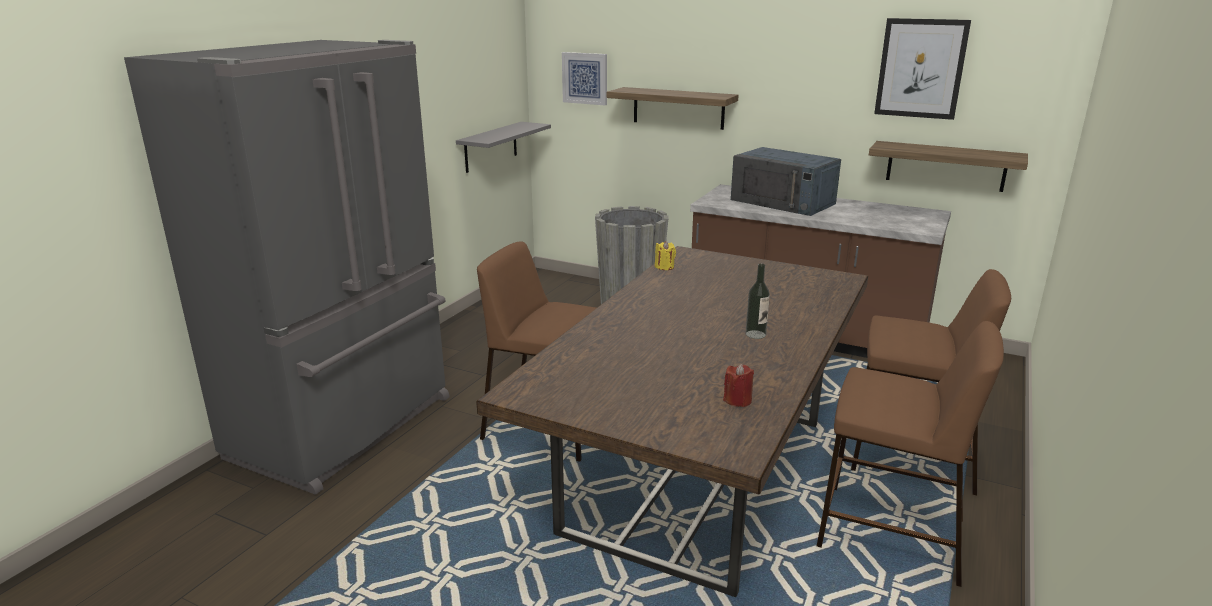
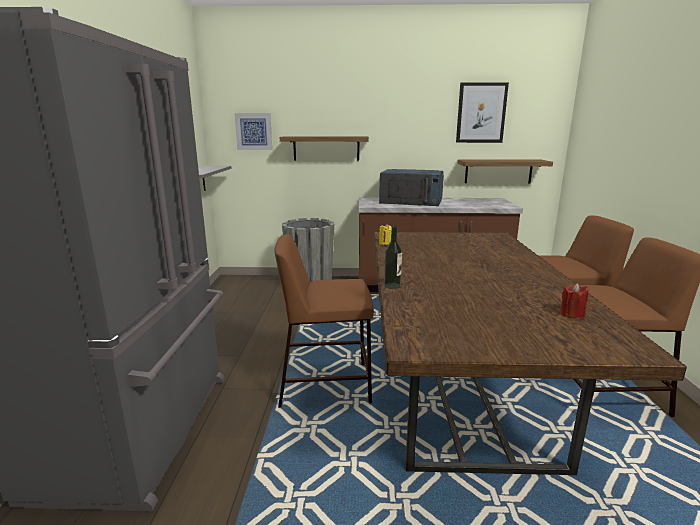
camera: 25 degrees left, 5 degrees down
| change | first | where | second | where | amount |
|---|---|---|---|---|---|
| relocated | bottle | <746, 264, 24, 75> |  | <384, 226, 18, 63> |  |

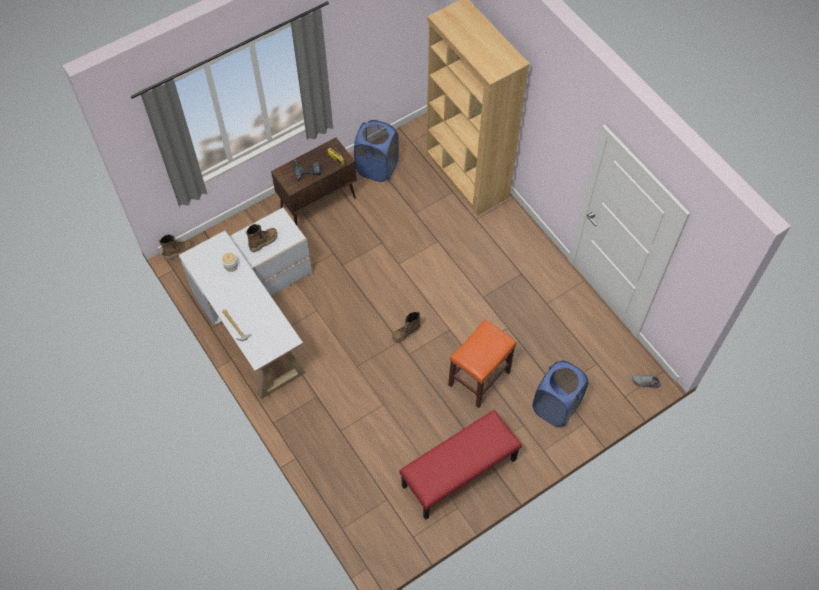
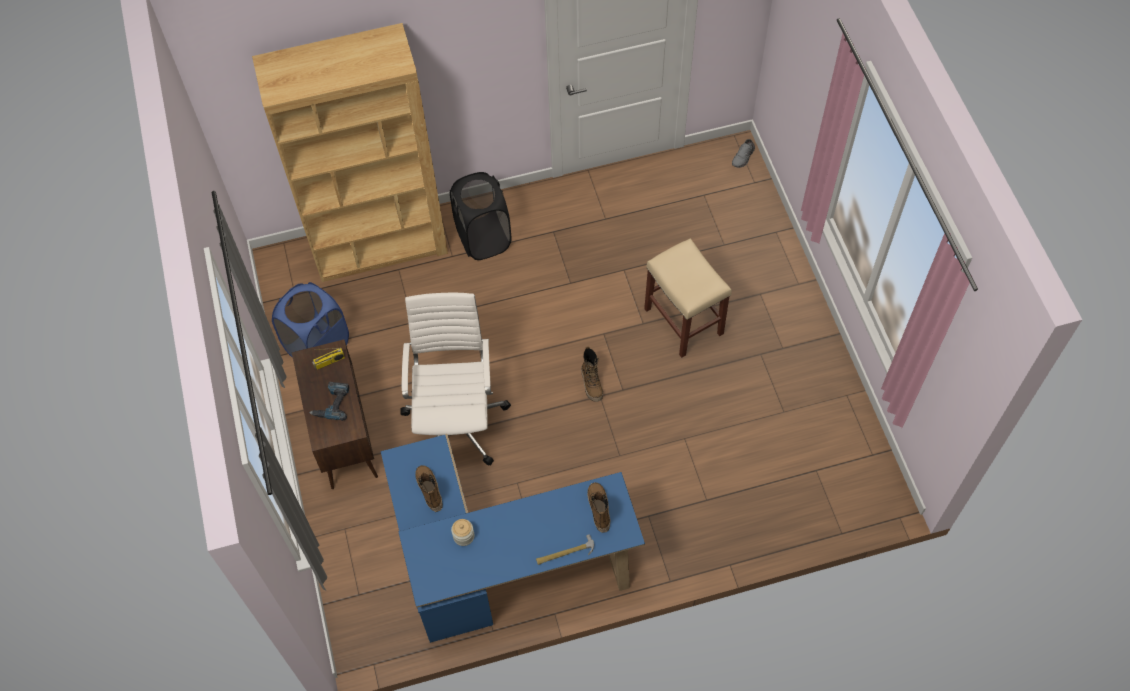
camera: 70 degrees left, 0 degrees up
| change | first | where | second | where | amount |
|---|---|---|---|---|---|
| colour | desk in white | <178, 208, 134, 191> | desk in blue | <381, 434, 264, 209> |  |
| appeared |  |  | office chair in white | <401, 292, 110, 174> |  |
| appeared |  |  | laundry basket in black | <450, 172, 62, 88> |  |
| relocated | boot | <159, 234, 34, 26> |  | <587, 482, 23, 51> |  |
| colour | stool in orange | <448, 319, 68, 89> | stool in beige | <644, 238, 88, 120> |  |
| missing | bench in red | <399, 410, 123, 110> |  |  |  |
| missing | laundry basket in blue | <532, 361, 57, 66> |  |  |  |

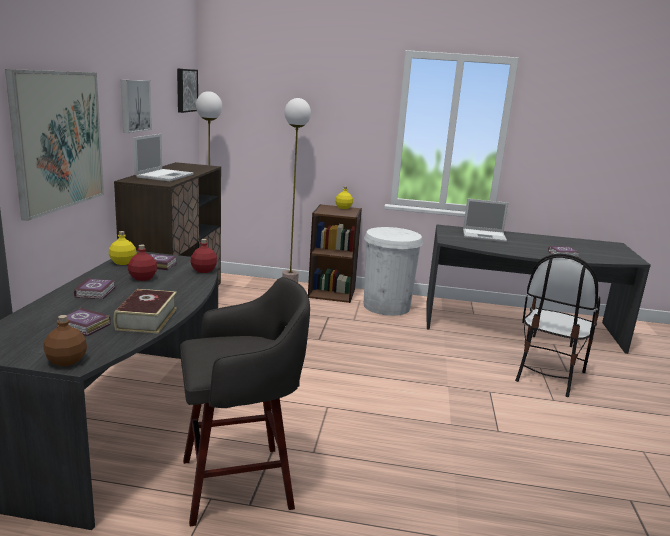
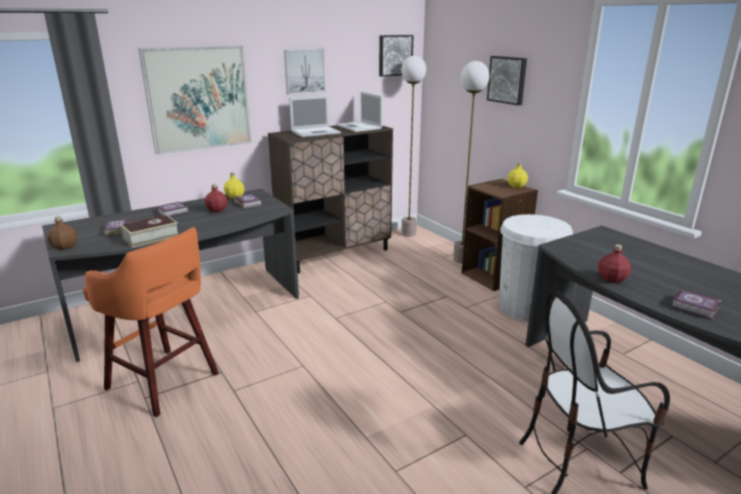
camera: 50 degrees right, 5 degrees up
| change | first | where | second | where | amount |
|---|---|---|---|---|---|
| colour | stool in grey | <180, 277, 130, 250> | stool in orange | <83, 227, 136, 190> |  |
| relocated | laptop | <463, 199, 45, 43> |  | <336, 92, 47, 40> |  |
| appeared |  |  | picture | <487, 56, 40, 49> |  |
| relocated | bottle in red | <190, 239, 27, 34> |  | <598, 245, 33, 38> |  |

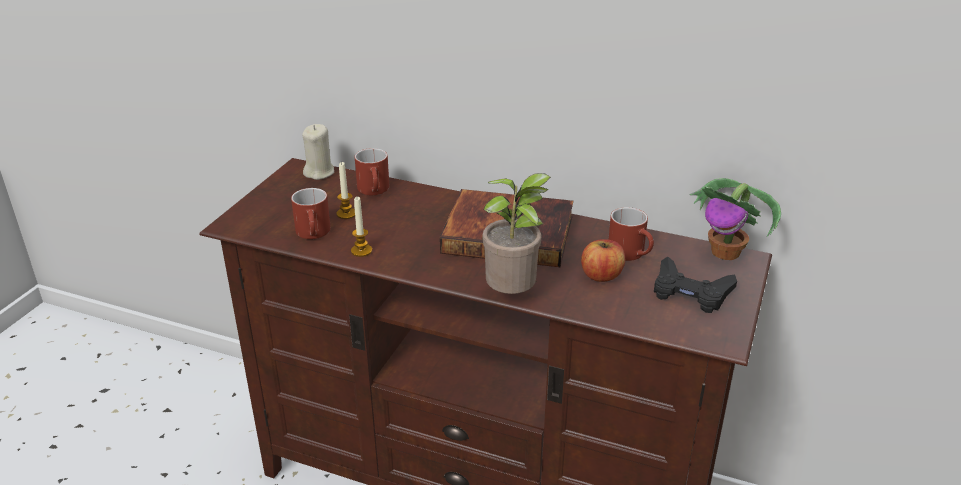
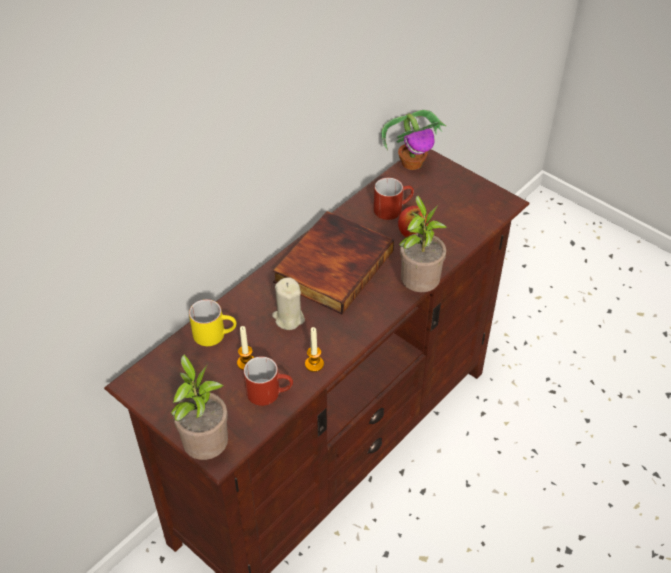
camera: 70 degrees left, 15 degrees up
| change | first | where | second | where | amount |
|---|---|---|---|---|---|
| appeared |  |  | potted plant | <171, 354, 57, 106> |  |
| colour | mug in red | <355, 148, 34, 47> | mug in yellow | <189, 299, 48, 47> |  |
| relocated | candle in beige | <302, 124, 32, 56> |  | <272, 277, 33, 53> |  |
| missing | game controller in black | <654, 256, 83, 57> |  |  |  |

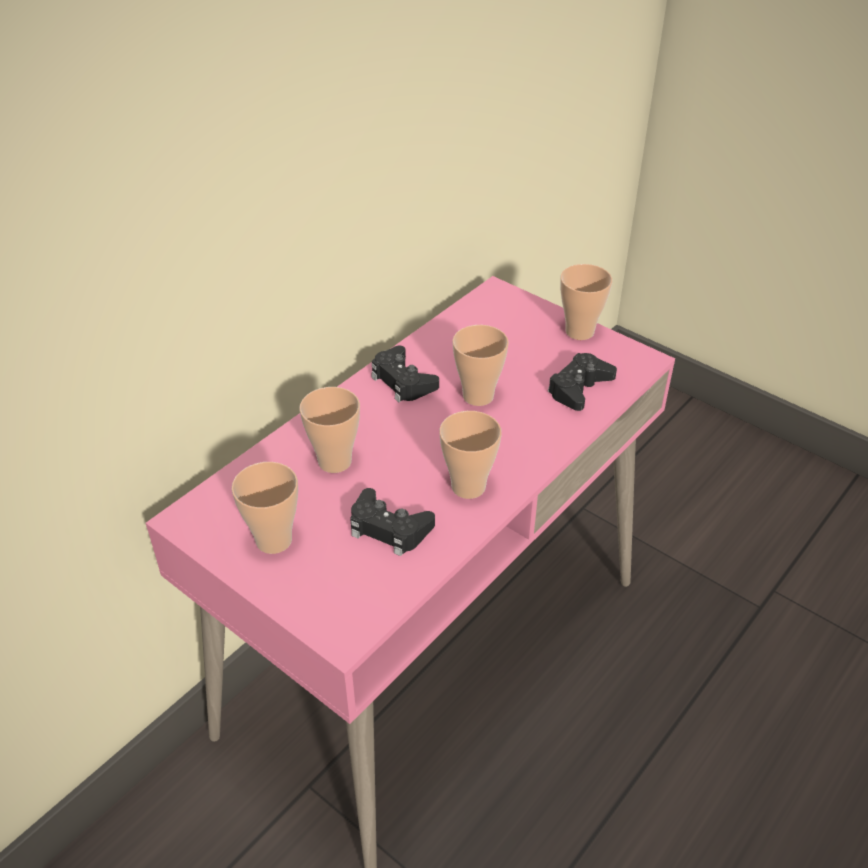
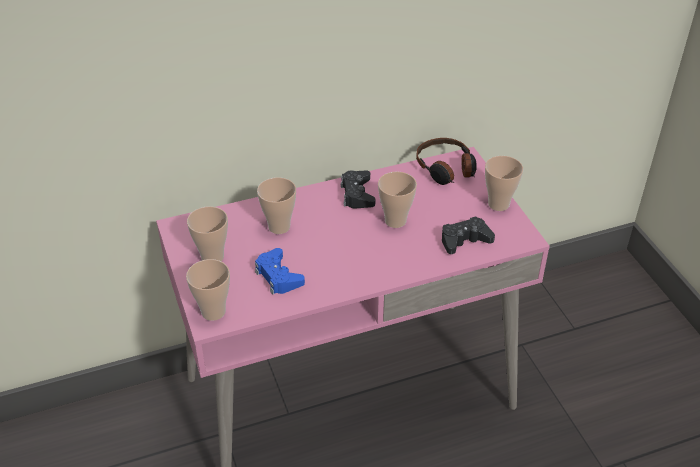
camera: 30 degrees right, 0 degrees up
| change | first | where | second | where | amount |
|---|---|---|---|---|---|
| relocated | cup | <439, 411, 63, 88> |  | <186, 259, 44, 62> |  |
| colour | game controller in black | <350, 488, 85, 68> | game controller in blue | <255, 248, 50, 46> |  |
| appeared |  |  | headphones | <416, 138, 61, 47> |  |

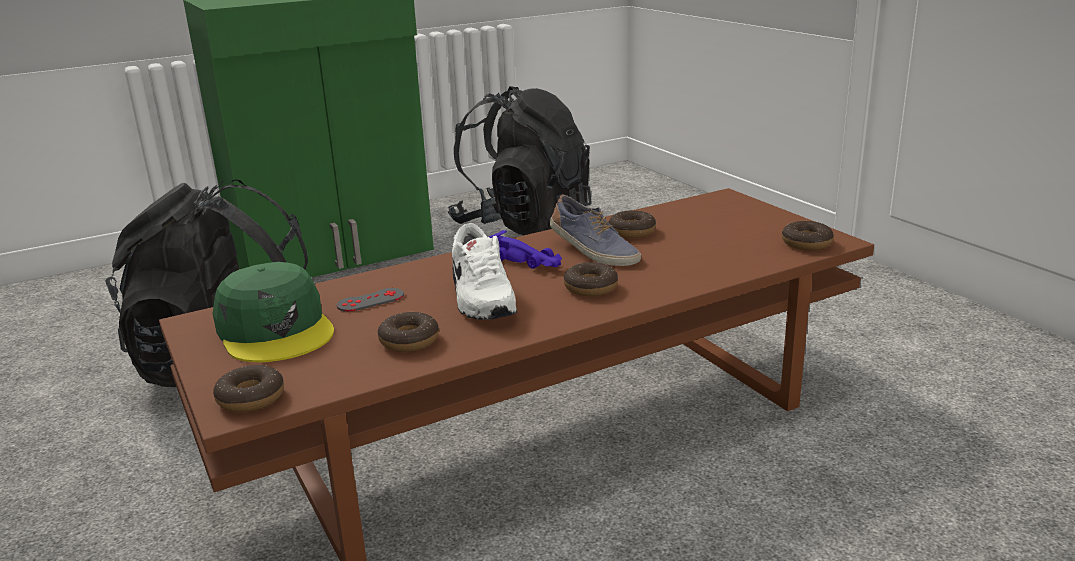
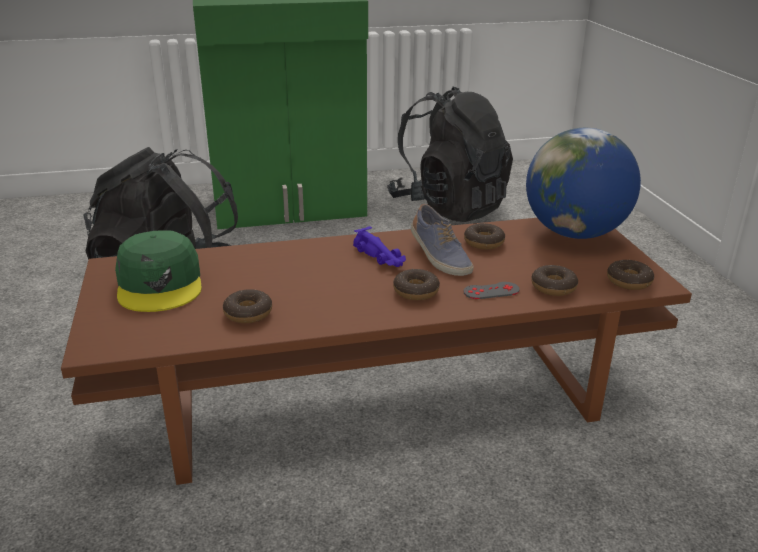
camera: 15 degrees right, 5 degrees up
| change | first | where | second | where | amount |
|---|---|---|---|---|---|
| relocated | game controller in grey | <337, 288, 67, 24> |  | <464, 282, 56, 17> |  |
| appeared |  |  | globe | <526, 128, 115, 111> |  |
| relocated | donut | <213, 365, 71, 47> |  | <531, 265, 47, 31> |  |
| missing | shoe in white | <452, 223, 65, 97> |  |  |  |

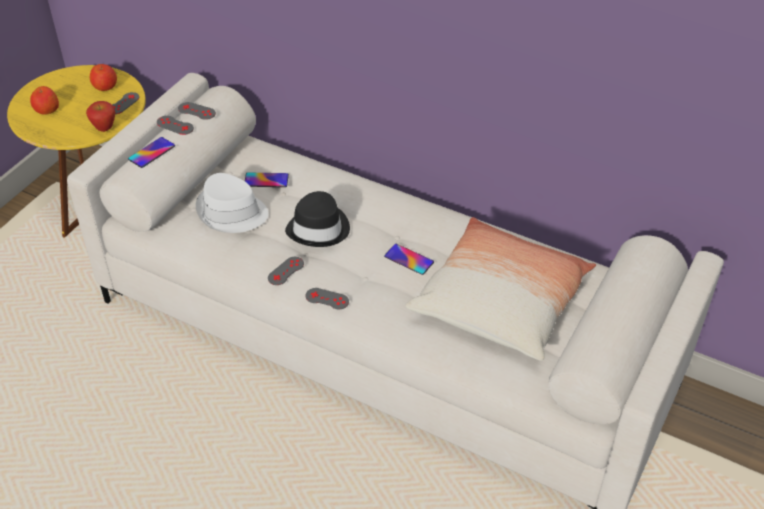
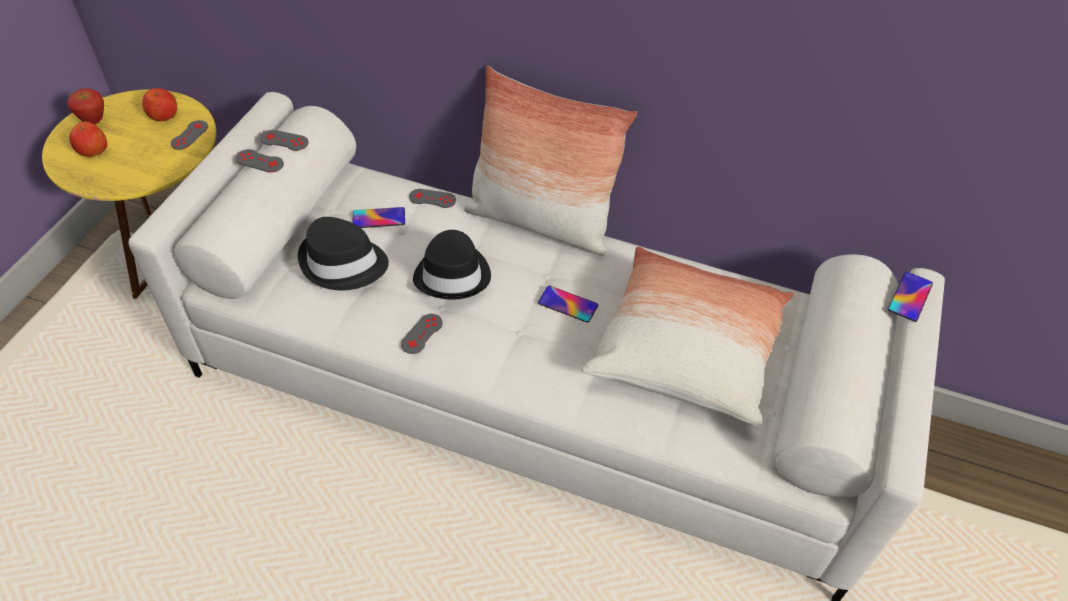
camera: 10 degrees left, 5 degrees up
| change | first | where | second | where | amount |
|---|---|---|---|---|---|
| relocated | apple | <86, 101, 30, 31> |  | <67, 88, 37, 36> |  |
| colour | hat in white | <196, 173, 73, 60> | hat in black | <298, 217, 91, 73> |  |
| relocated | game controller in grey | <306, 288, 43, 22> |  | <409, 189, 47, 19> |  |
| appeared |  |  | pillow | <464, 66, 173, 189> |  |
| relocated | phone | <128, 137, 47, 31> |  | <888, 272, 45, 50> |  |

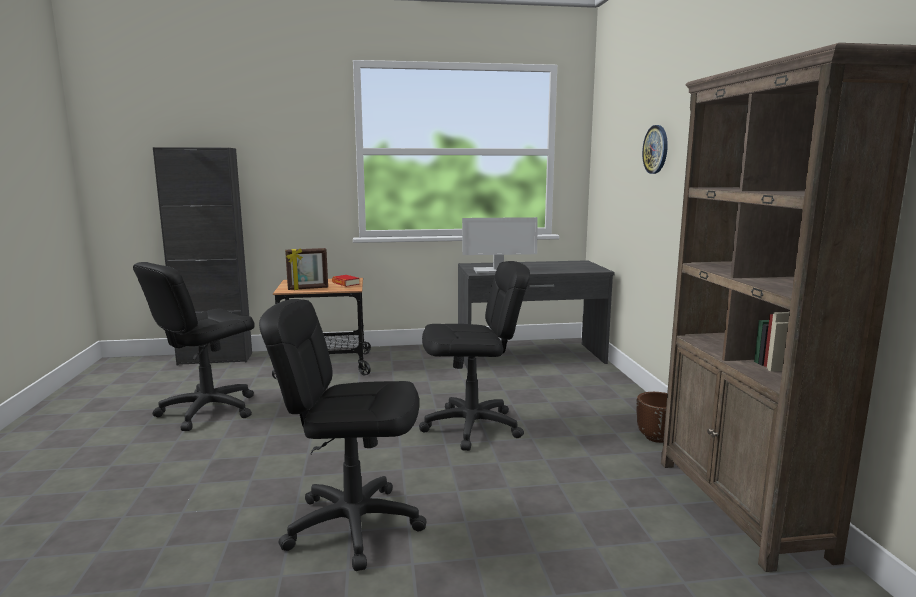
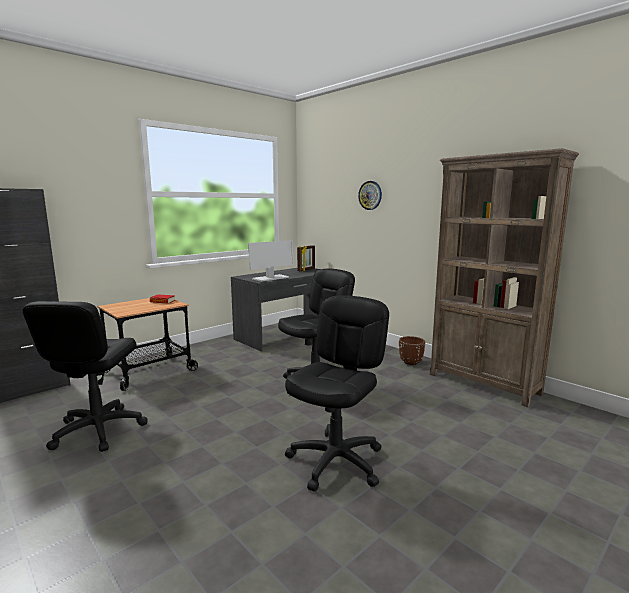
camera: 35 degrees left, 0 degrees up
| change | first | where | second | where | amount |
|---|---|---|---|---|---|
| spun | office chair in black | <259, 299, 168, 272> |  | <285, 296, 104, 195> | 150 degrees clockwise |
| relocated | picture frame | <285, 248, 43, 42> |  | <297, 245, 18, 26> |  |

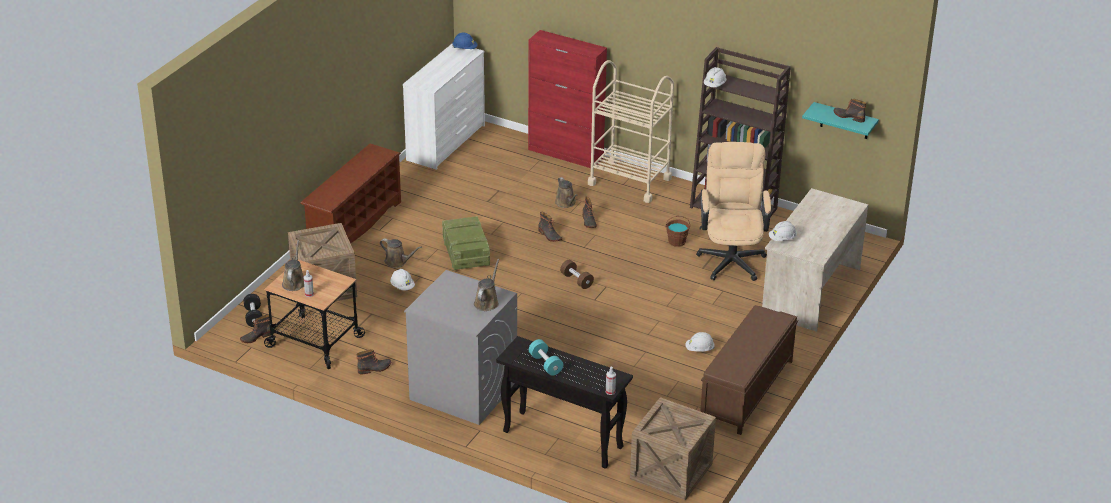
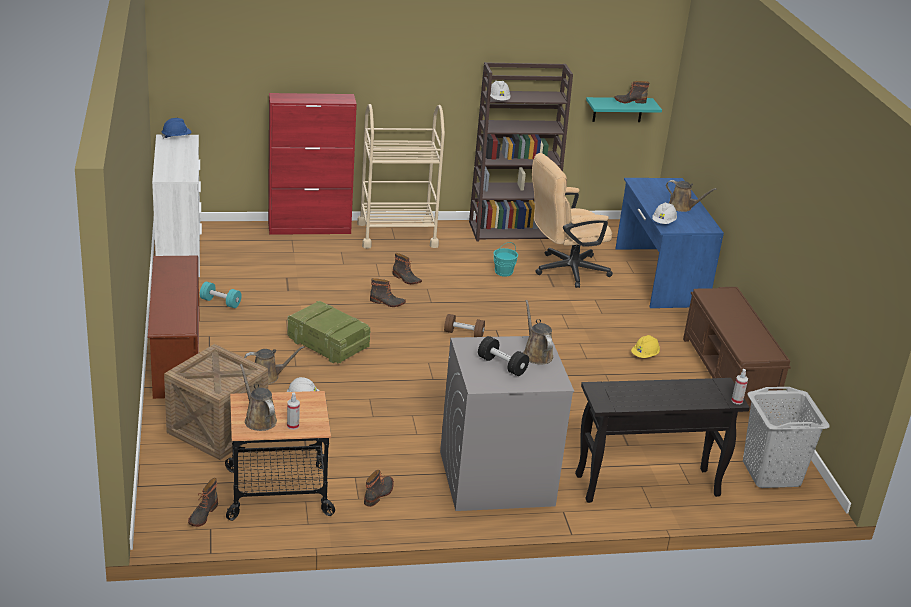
camera: 40 degrees left, 5 degrees down
| change | first | where | second | where | amount |
|---|---|---|---|---|---|
| relocated | dumbbell in turquoise | <529, 339, 34, 37> |  | <200, 282, 42, 26> |  |
| relocated | dumbbell in black | <243, 294, 19, 33> |  | <478, 336, 51, 40> |  |
| colour | bucket in brown | <666, 216, 24, 31> | bucket in turquoise | <493, 242, 25, 35> |  |
| spun | office chair in beige | <696, 142, 75, 139> |  | <532, 153, 81, 135> | 75 degrees counterclockwise |
| colour | desk in beige | <762, 188, 106, 144> | desk in blue | <615, 178, 109, 130> |  |
| colour | hard hat in white | <685, 332, 30, 20> | hard hat in yellow | <631, 335, 29, 23> |  |
| relocated | watering can in brown | <555, 177, 22, 31> |  | <666, 180, 51, 32> |  |
| exchanged | crate | <630, 397, 86, 103> | laundry basket in grey | <743, 387, 87, 101> |  |

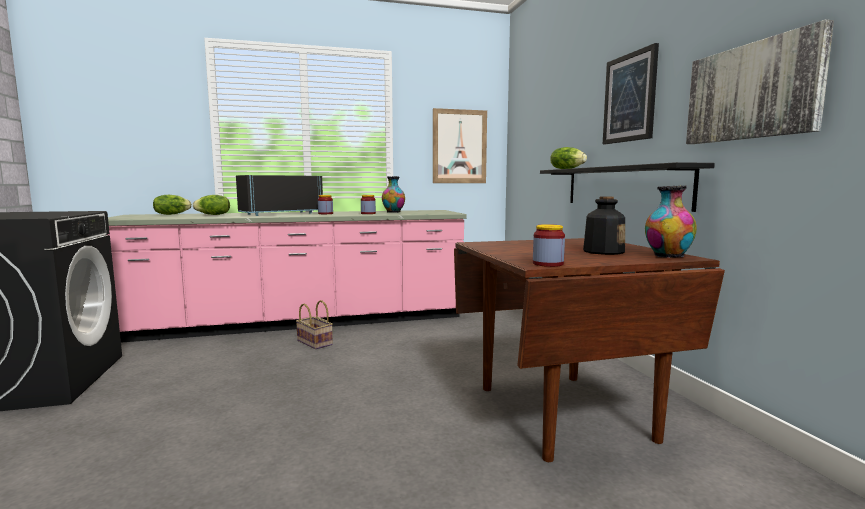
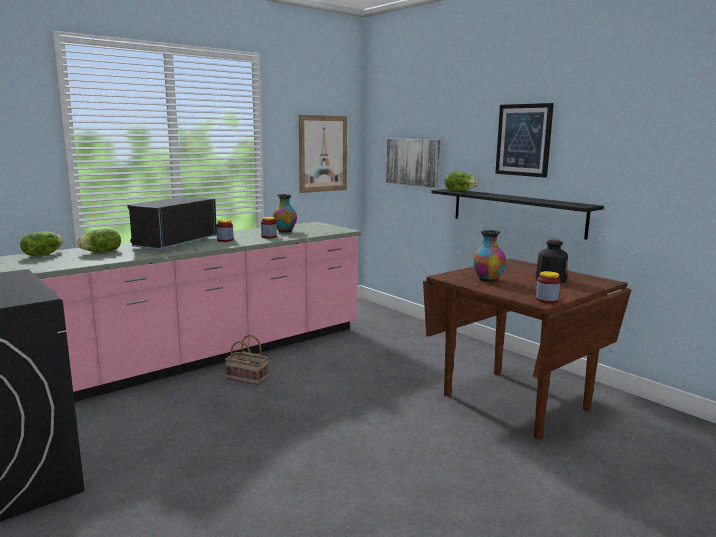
camera: 25 degrees left, 5 degrees up
| change | first | where | second | where | amount |
|---|---|---|---|---|---|
| relocated | picture | <686, 19, 148, 125> |  | <386, 139, 54, 49> |  |
| relocated | vase | <645, 185, 52, 73> |  | <473, 230, 33, 52> |  |

